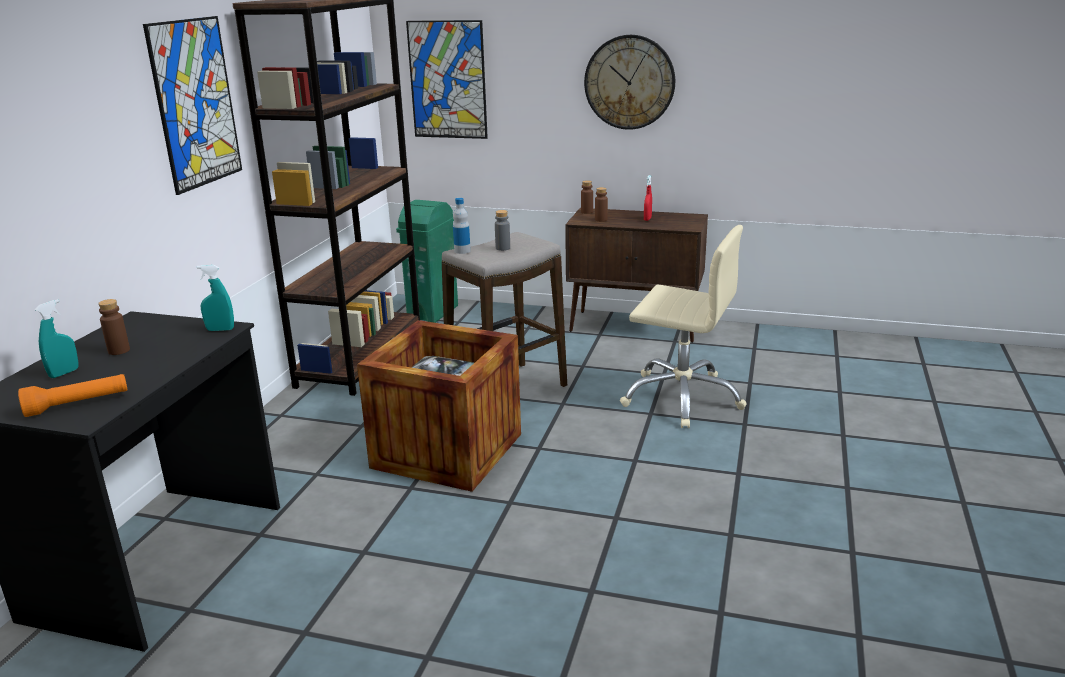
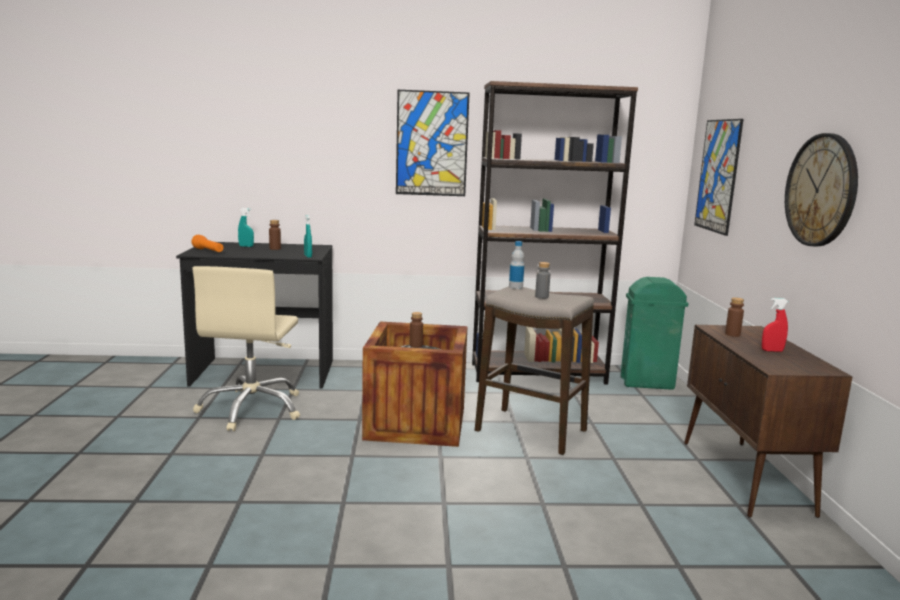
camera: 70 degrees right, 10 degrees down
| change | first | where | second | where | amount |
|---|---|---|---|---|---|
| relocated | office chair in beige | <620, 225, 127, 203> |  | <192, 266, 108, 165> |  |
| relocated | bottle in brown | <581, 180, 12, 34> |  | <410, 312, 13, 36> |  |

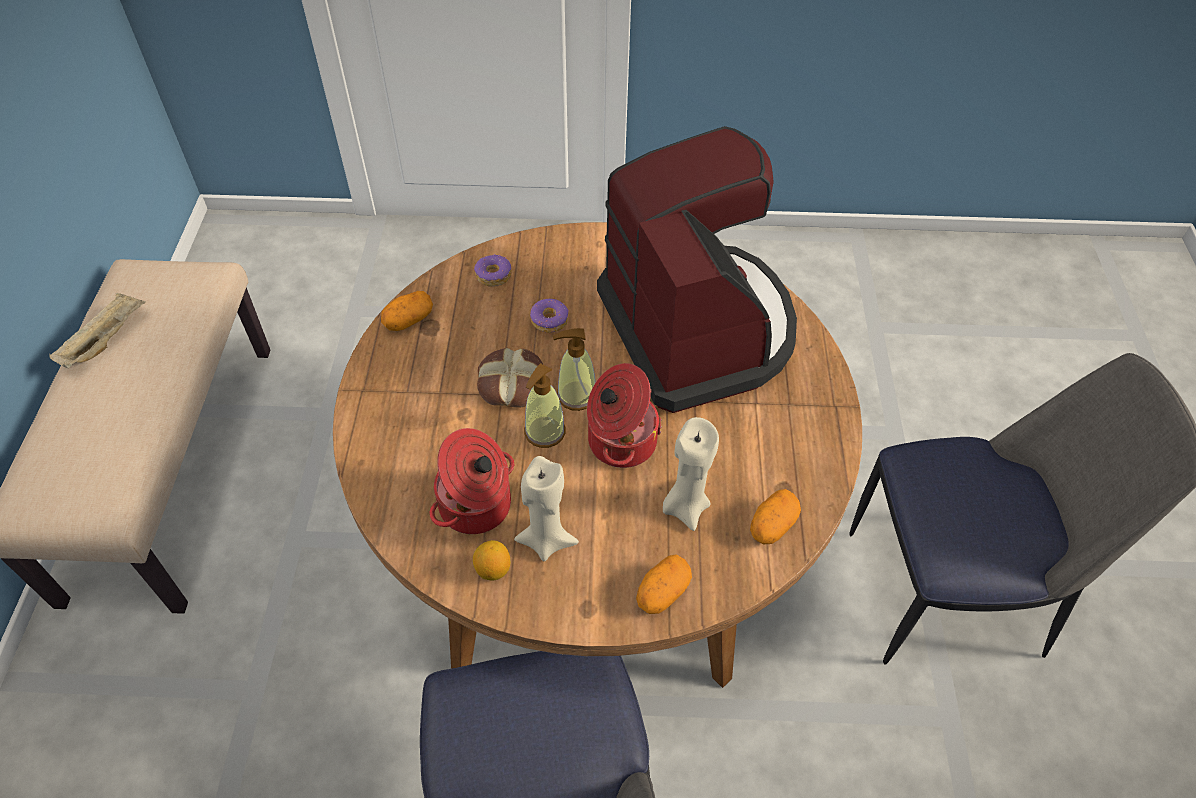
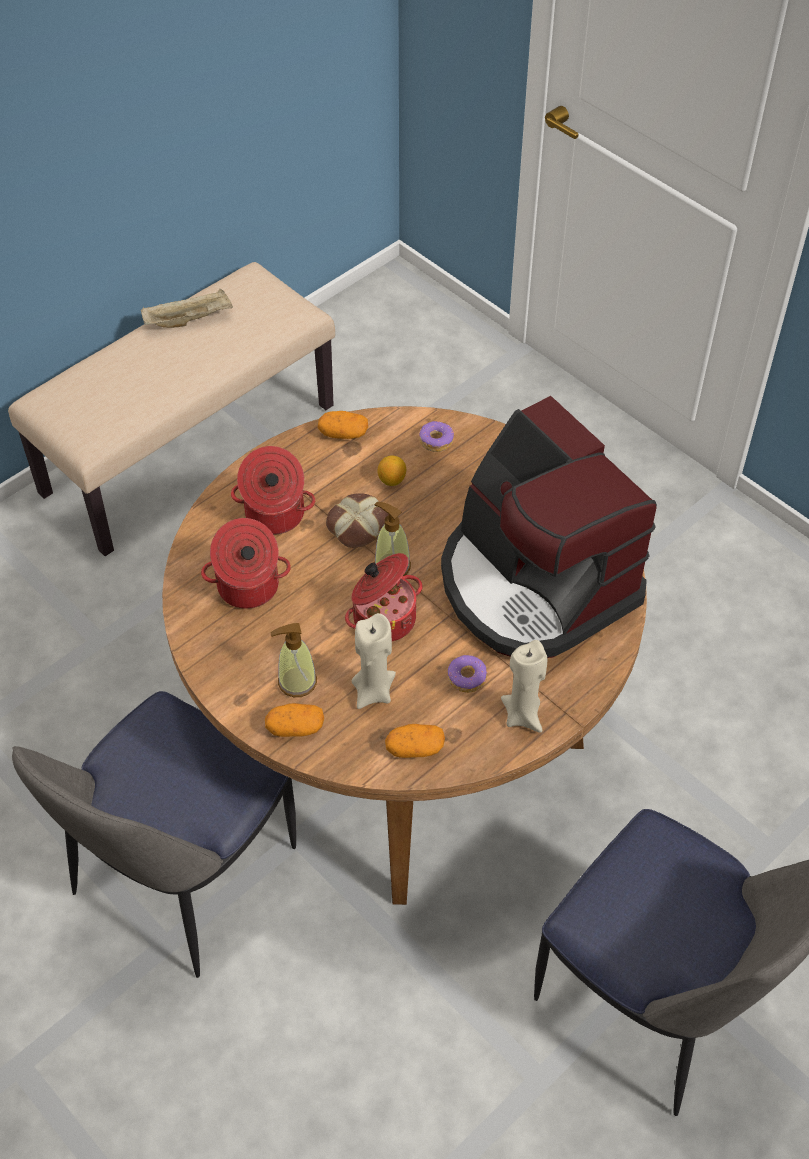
camera: 45 degrees right, 0 degrees up
| change | first | where | second | where | amount |
|---|---|---|---|---|---|
| appeared |  |  | cooking pot | <231, 446, 84, 89> |  |
| relocated | soap dispenser | <524, 363, 42, 85> |  | <270, 623, 47, 74> |  |
| relocated | lemon | <473, 540, 37, 41> |  | <378, 455, 28, 31> |  |
| spun | coffee machine | <597, 126, 200, 287> |  | <441, 396, 216, 262> | 120 degrees clockwise |
| relocated | donut | <530, 299, 39, 34> |  | <448, 655, 39, 38> |  |
| relocated | candle in beige | <514, 456, 65, 105> |  | <501, 640, 46, 93> |  |

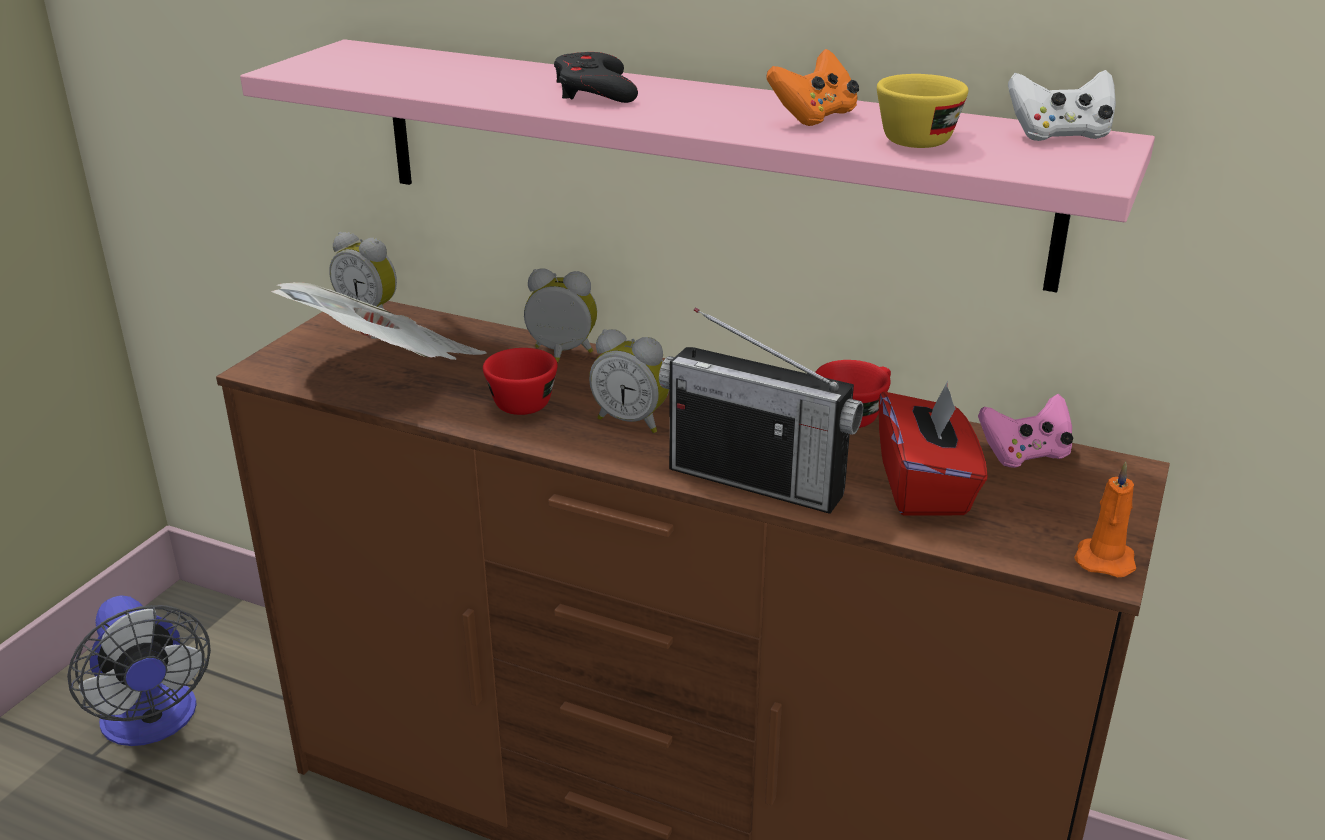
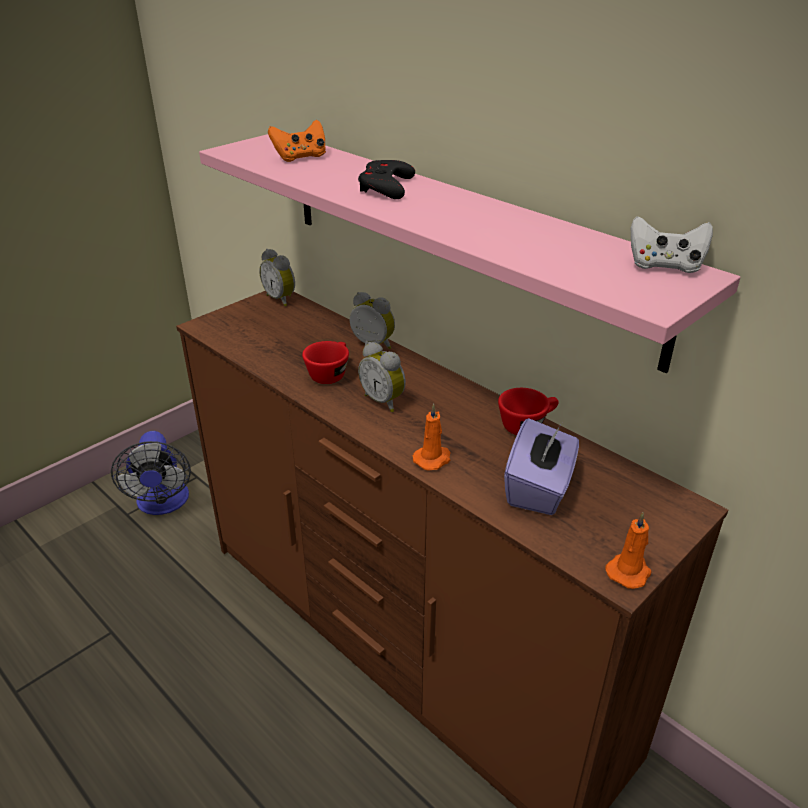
camera: 20 degrees right, 5 degrees up
| change | first | where | second | where | amount |
|---|---|---|---|---|---|
| relocated | game controller in orange | <767, 49, 92, 77> |  | <268, 119, 58, 43> |  |
| exchanged | radio | <659, 308, 204, 206> | candle in orange | <413, 403, 37, 68> |  |
| colour | tissue box in red | <879, 381, 108, 135> | tissue box in purple | <504, 418, 75, 97> |  |
| missing | newspaper | <271, 282, 216, 78> |  |  |  |
| missing | cup in yellow | <877, 74, 91, 74> |  |  |  |
| missing | game controller in pink | <978, 394, 95, 74> |  |  |  |

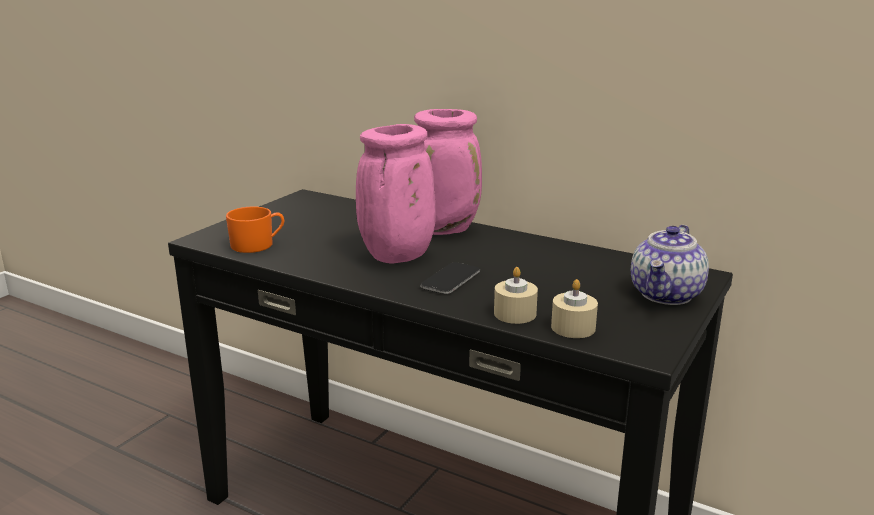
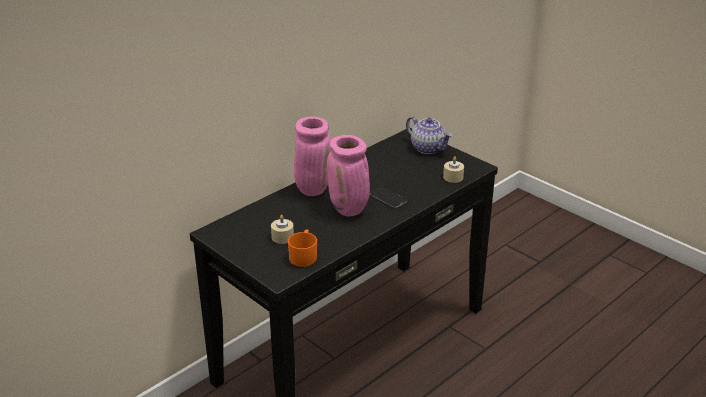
camera: 75 degrees left, 10 degrees up
| change | first | where | second | where | amount |
|---|---|---|---|---|---|
| relocated | candle in beige | <494, 267, 44, 57> |  | <271, 215, 23, 29> |  |

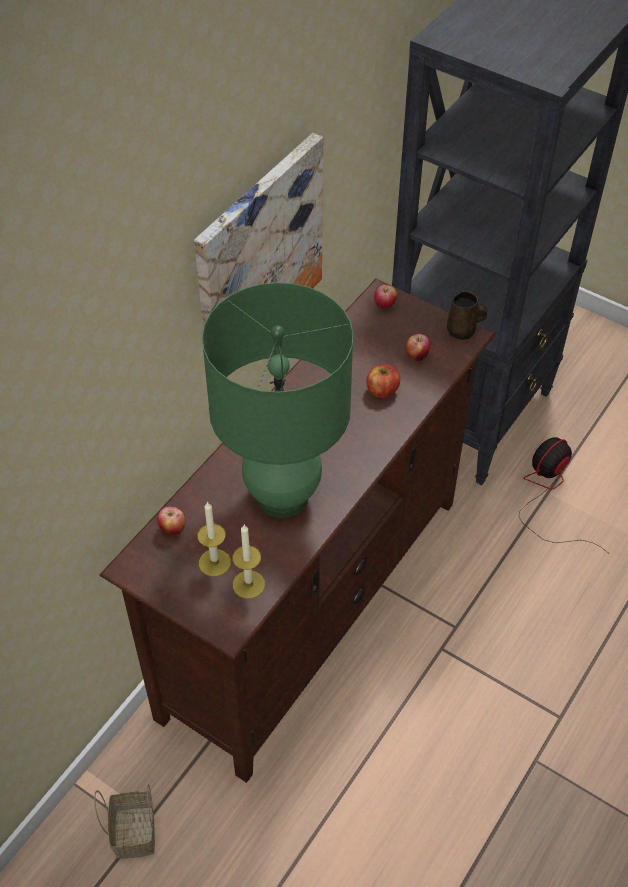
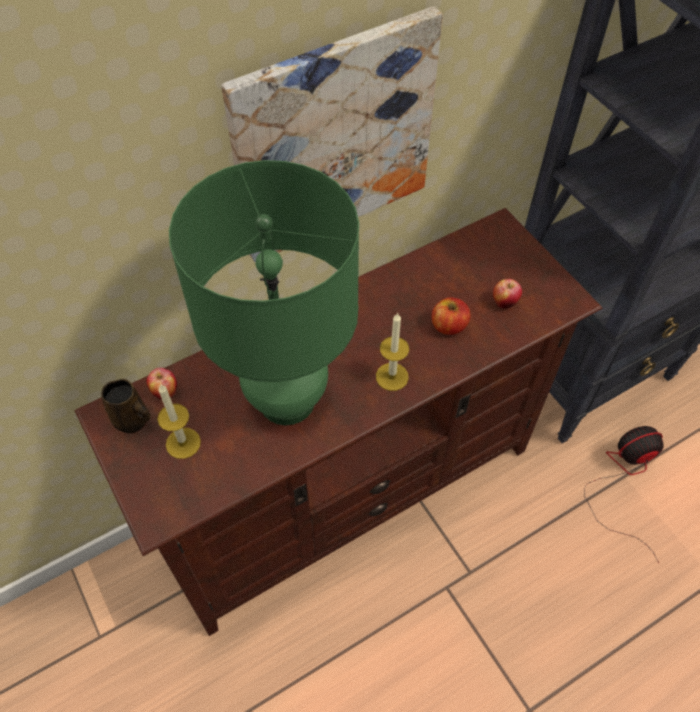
camera: 25 degrees right, 5 degrees up
| change | first | where | second | where | amount |
|---|---|---|---|---|---|
| relocated | mug in brown | <447, 291, 40, 49> |  | <101, 379, 50, 54> |  |
| relocated | candle | <233, 525, 32, 74> |  | <376, 313, 33, 78> |  |
| missing | basket | <94, 785, 61, 74> |  |  |  |
| missing | apple | <374, 284, 23, 25> |  |  |  |

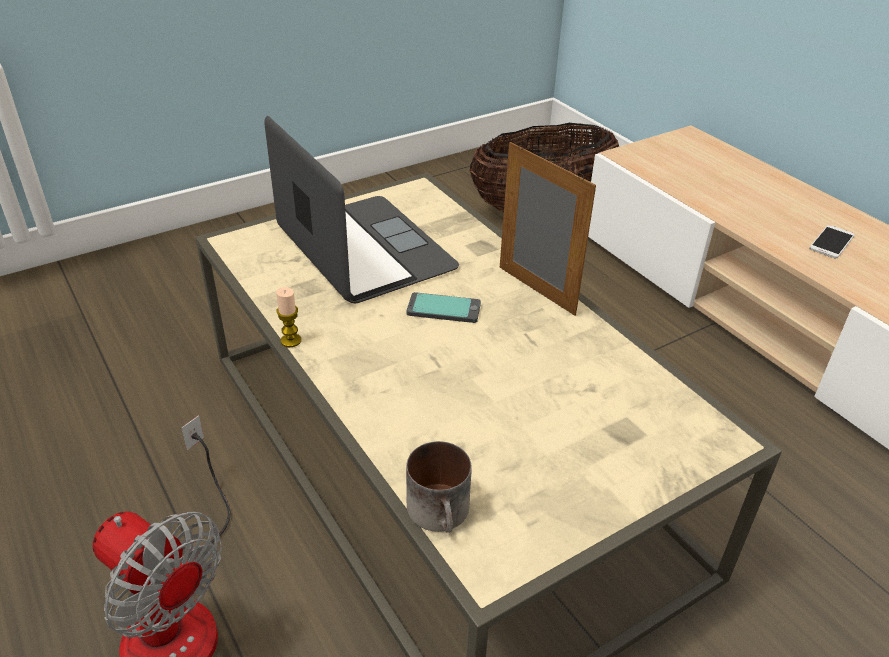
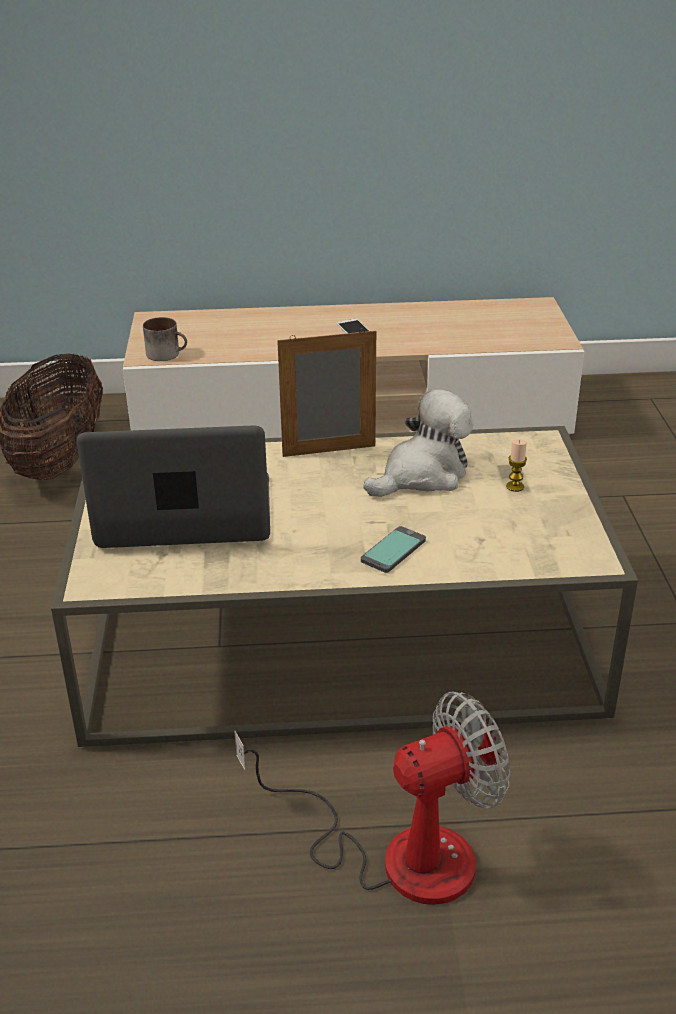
camera: 60 degrees left, 5 degrees down
| change | first | where | second | where | amount |
|---|---|---|---|---|---|
| relocated | mug | <406, 441, 66, 92> |  | <143, 317, 44, 44> |  |
| relocated | phone | <407, 292, 74, 31> |  | <361, 526, 65, 47> |  |
| appeared |  |  | plush toy | <364, 389, 109, 108> |  |
| relocated | candle | <276, 287, 25, 60> |  | <506, 439, 21, 53> |  |

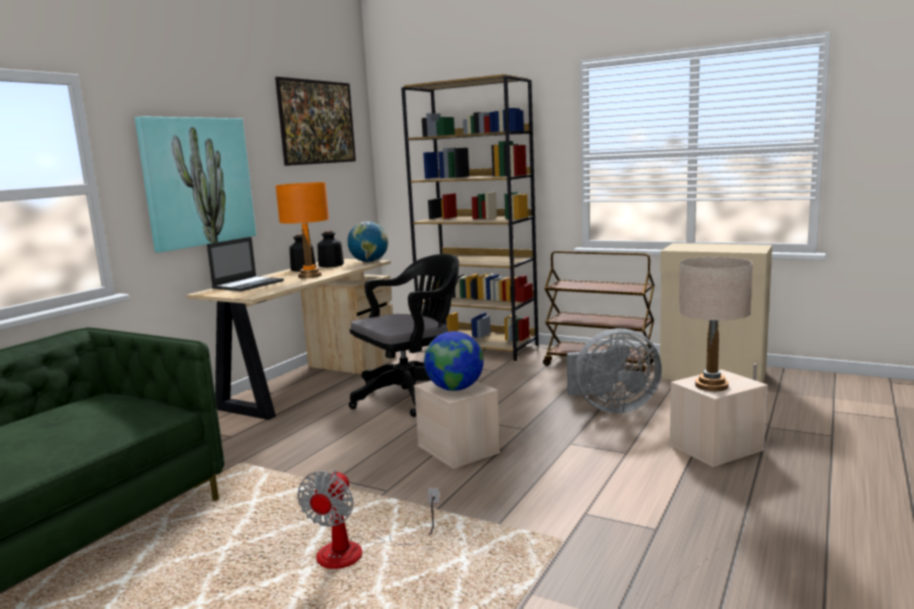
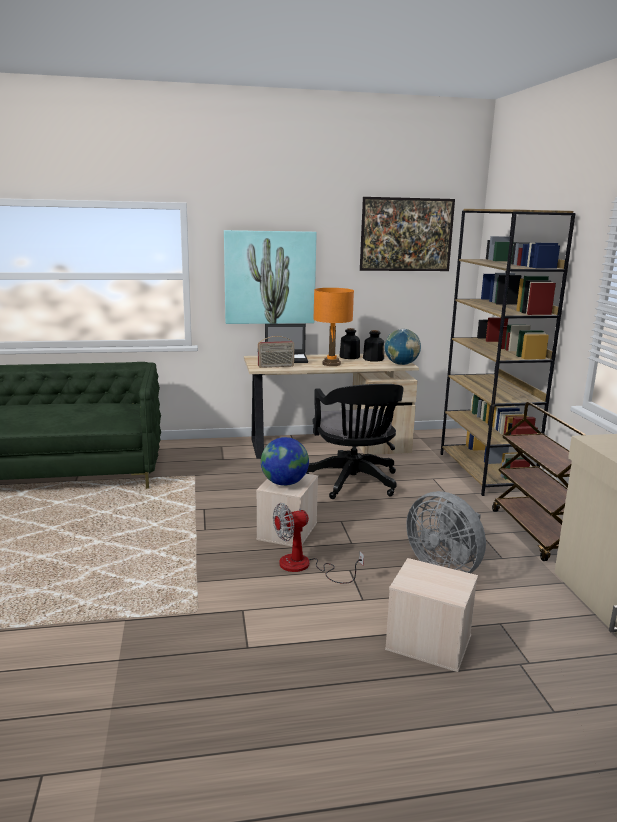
camera: 50 degrees right, 5 degrees up
| change | first | where | second | where | amount |
|---|---|---|---|---|---|
| appeared |  |  | radio | <257, 336, 37, 32> |  |
| relocated | fan | <297, 470, 143, 99> |  | <273, 503, 91, 81> |  |
| spun | office chair in black | <349, 254, 110, 163> |  | <306, 384, 98, 115> | 60 degrees clockwise |
| missing | table lamp in beige | <679, 257, 74, 134> |  |  |  |

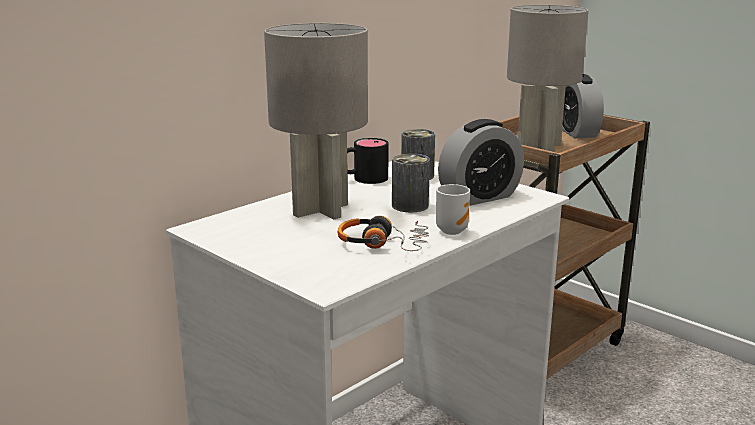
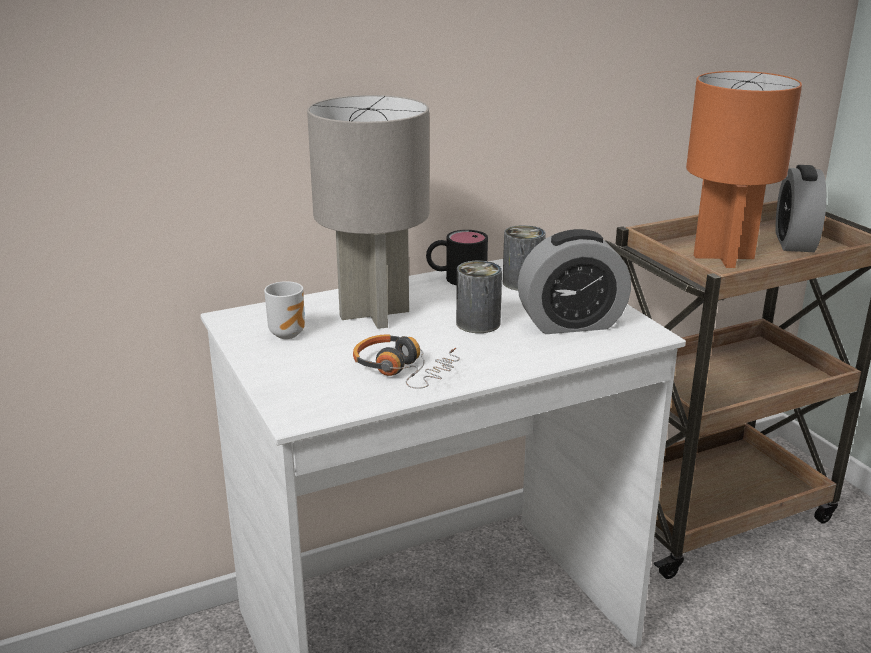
camera: 20 degrees right, 5 degrees up
| change | first | where | second | where | amount |
|---|---|---|---|---|---|
| relocated | mug | <436, 184, 34, 51> |  | <264, 281, 41, 58> |  |
| colour | table lamp in grey | <507, 5, 81, 147> | table lamp in orange | <686, 71, 116, 197> |  |

